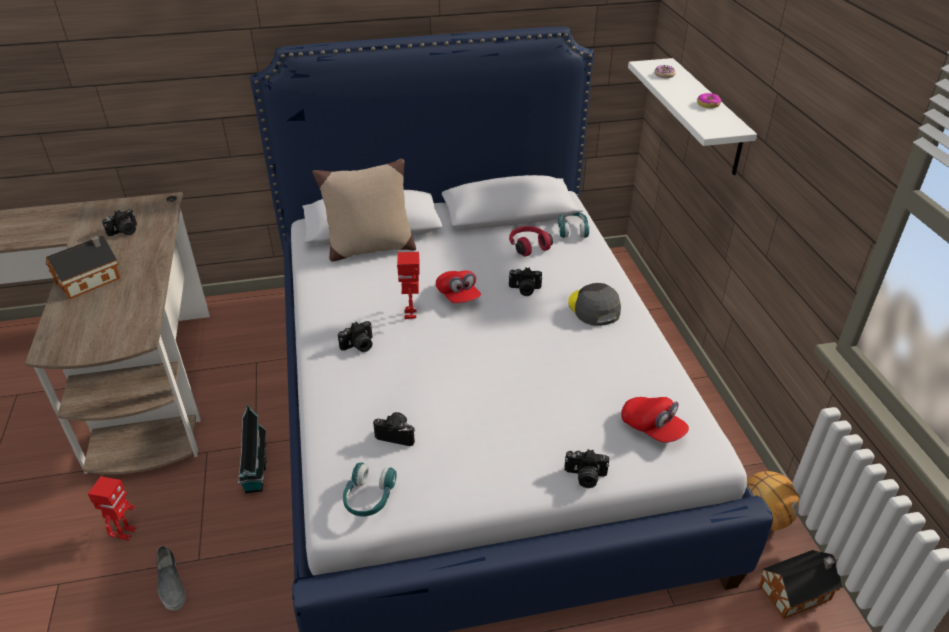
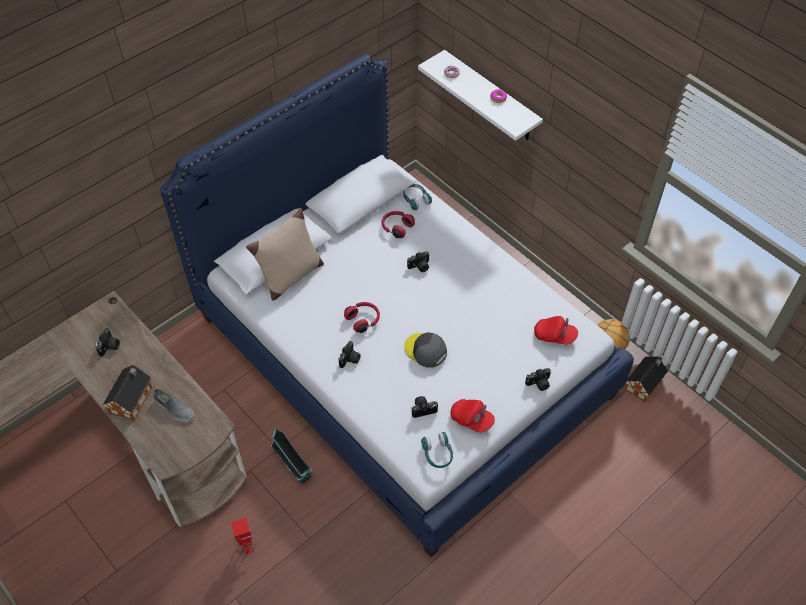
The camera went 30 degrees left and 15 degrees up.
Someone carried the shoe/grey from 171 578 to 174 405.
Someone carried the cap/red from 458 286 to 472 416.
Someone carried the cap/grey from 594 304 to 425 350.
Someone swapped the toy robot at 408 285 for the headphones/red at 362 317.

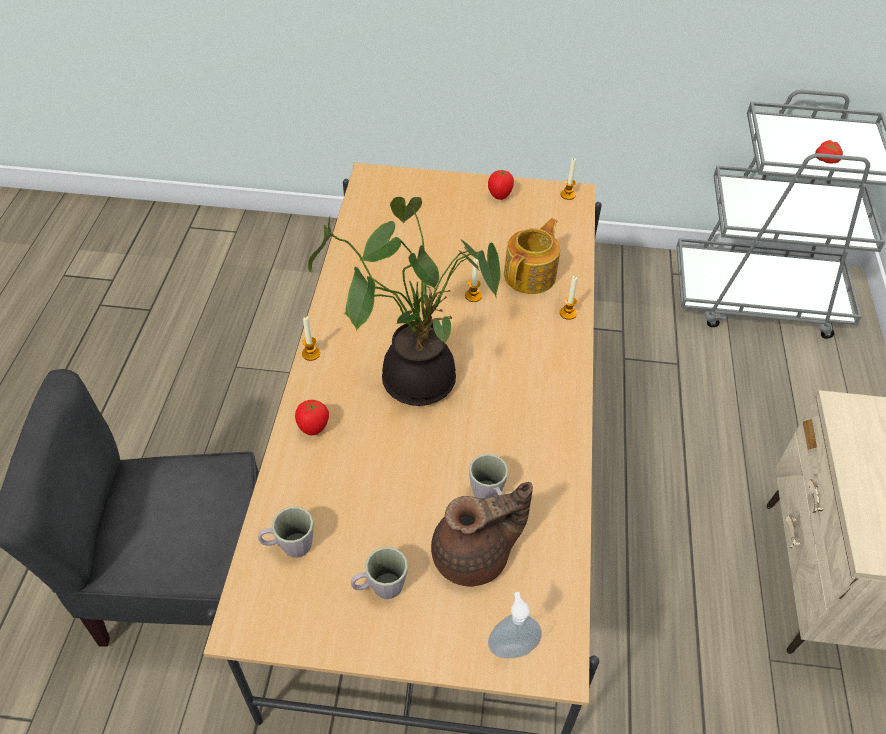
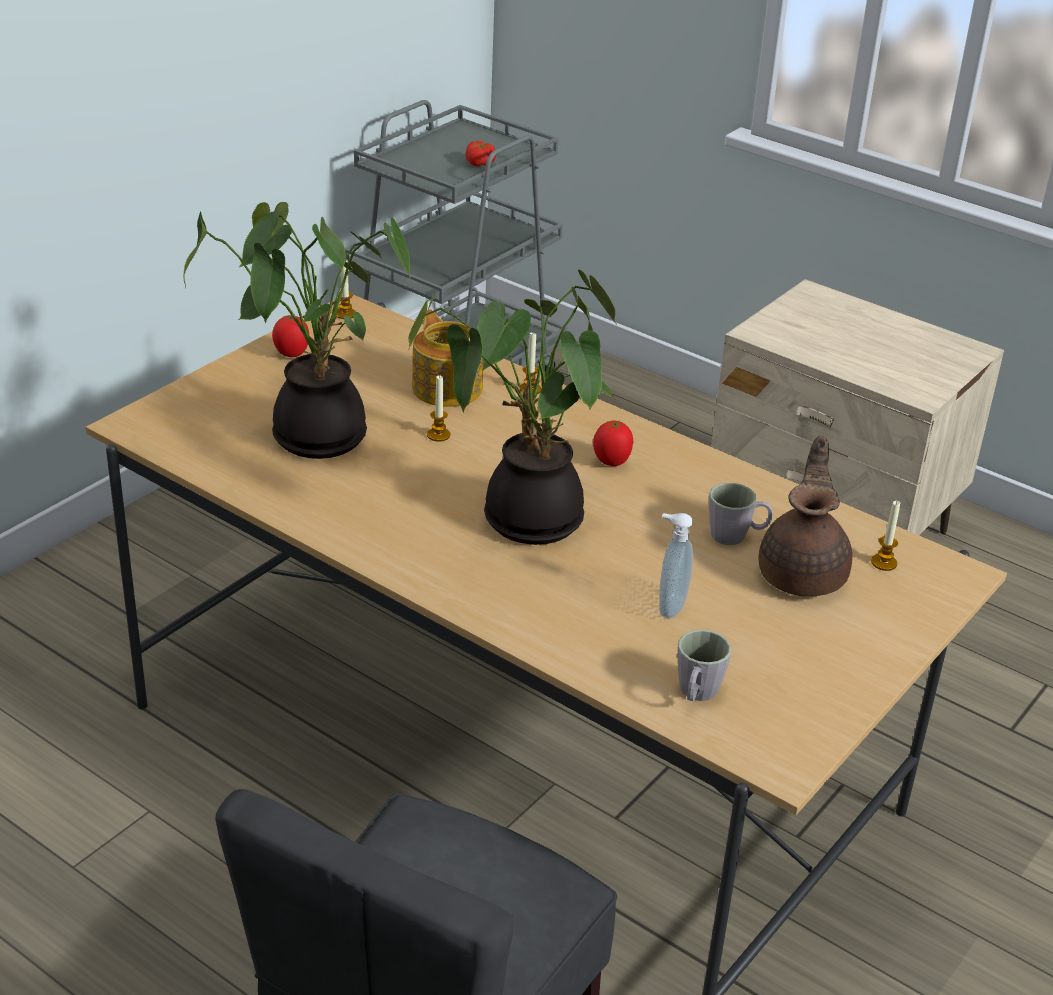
The camera went 60 degrees left and 15 degrees down.
Someone took away the mug/grey at 379 573.
Someone put down the potted plant at 297 330.
Someone carried the tomato from 312 417 to 613 443.
Someone carried the candle from 311 339 to 885 536.
Someone carried the soap dispenser from 515 625 to 676 566.

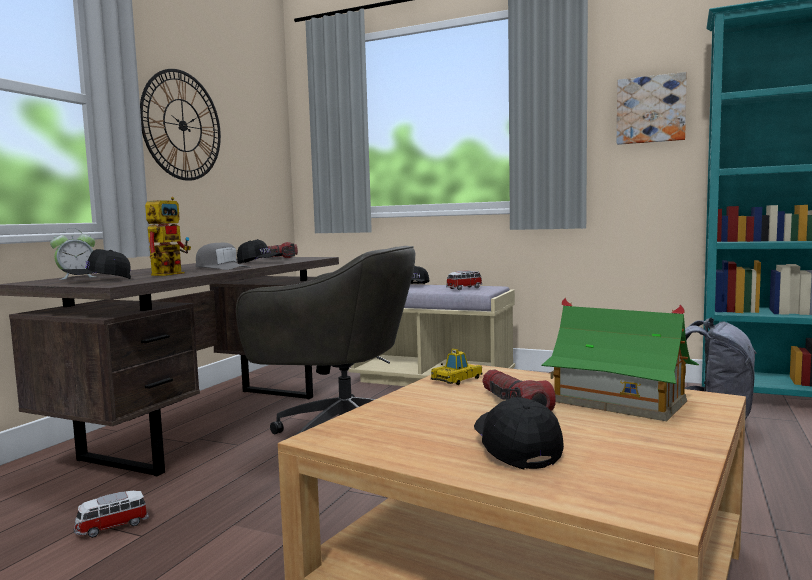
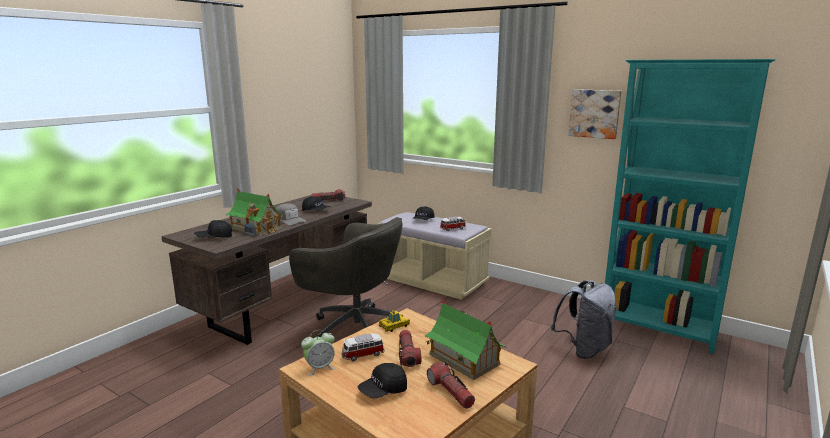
The camera went 10 degrees right and 10 degrees up.
Someone took away the wall clock at 180 125.
Someone put down the flashlight at 451 385.
Someone carried the alarm clock from 73 254 to 318 353.
Someone carried the toy car from 111 514 to 363 347.
Someone swapped the toy robot at 168 236 for the toy house at 254 212.
Someone rotated the cap/black at 519 433 by 120 degrees counterclockwise.

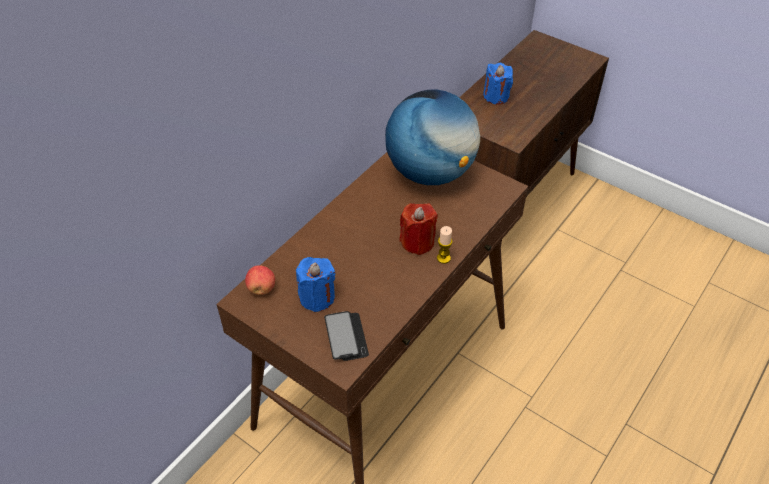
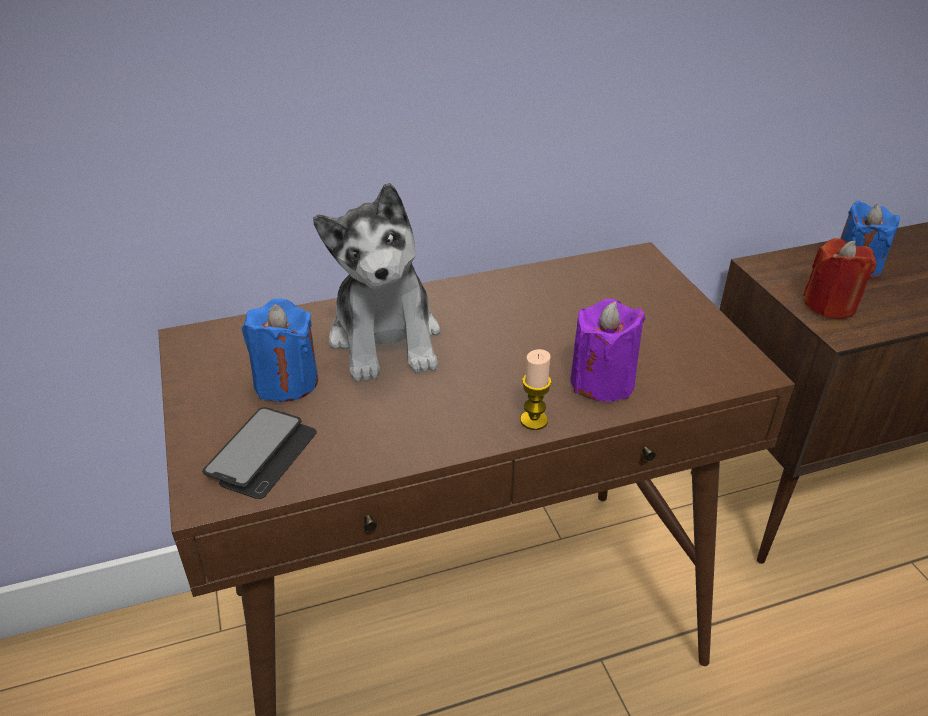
The camera went 35 degrees right and 10 degrees down.
Someone took away the apple at 260 280.
Someone took away the globe at 432 137.
Someone put down the plush toy at 377 282.
Someone put down the candle/purple at 608 350.
Someone carried the candle/red from 419 229 to 840 278.

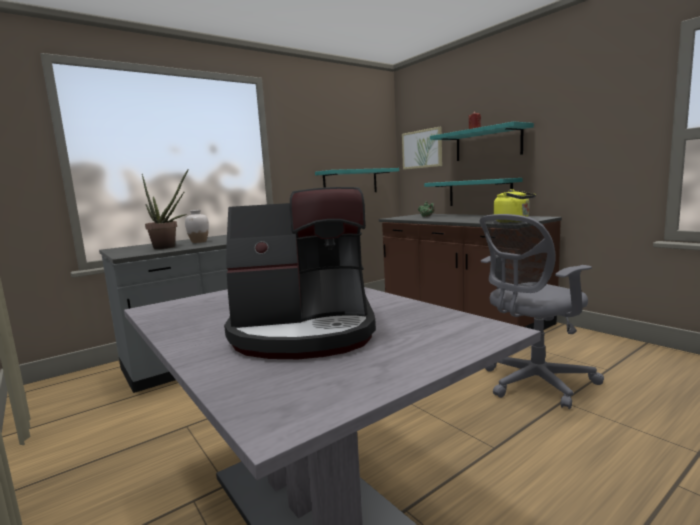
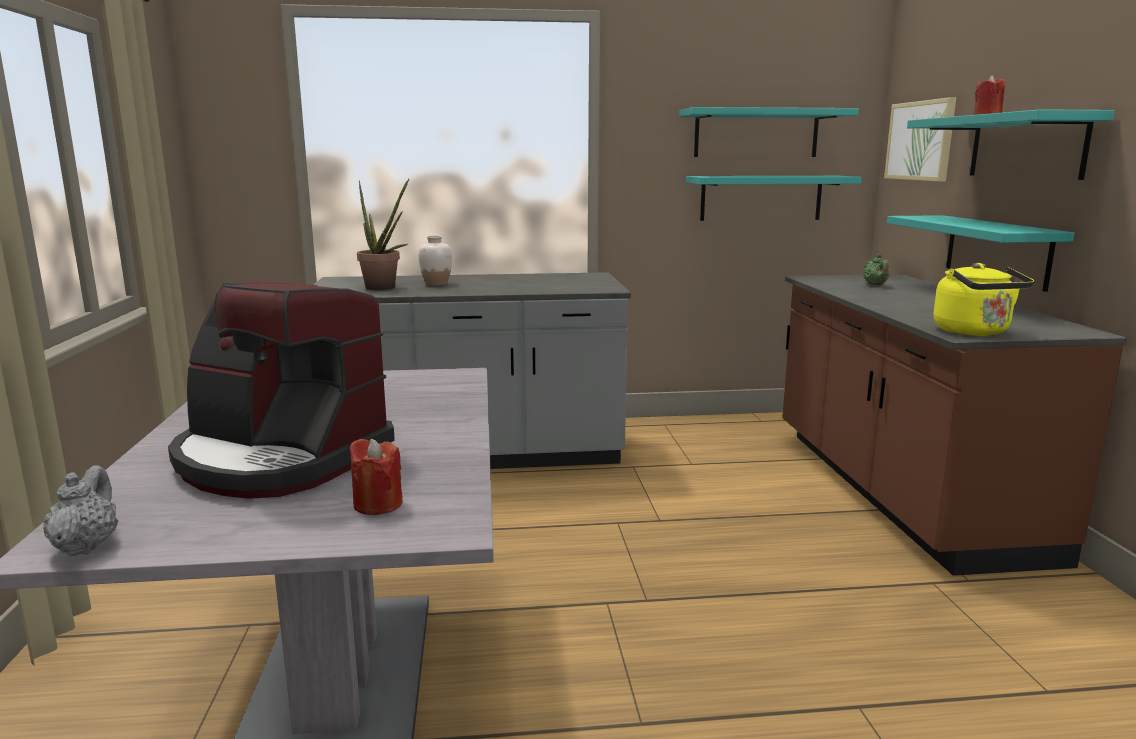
The camera went 30 degrees right and 5 degrees up.
Someone took away the office chair/grey at 542 311.
Someone put down the teapot/grey at 80 510.
Someone put down the candle/red at 375 477.
Someone put up the shelf/turquoise at 769 132.

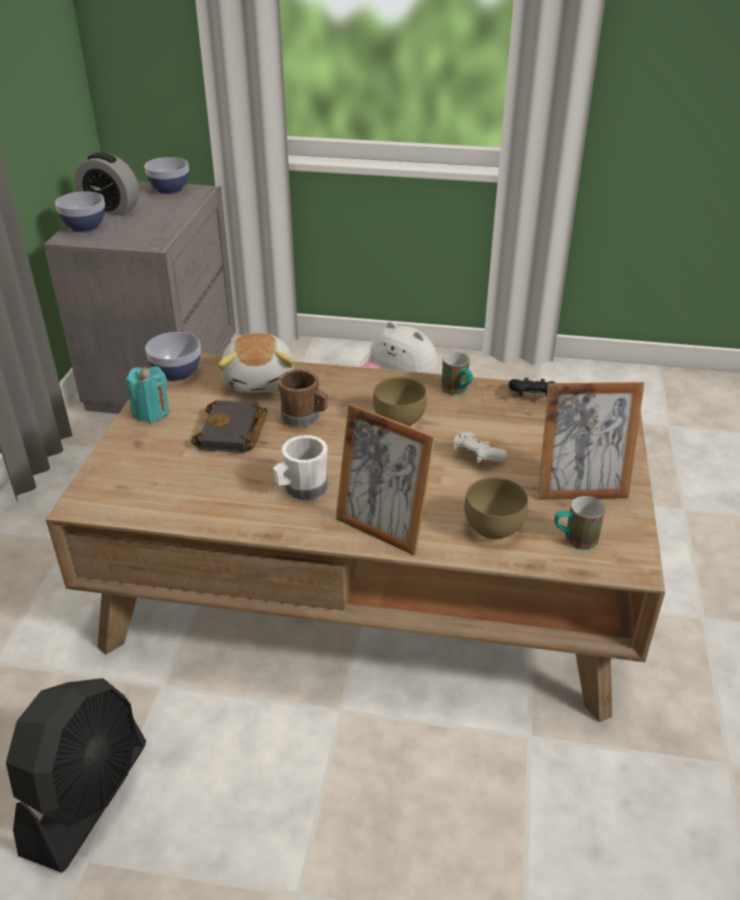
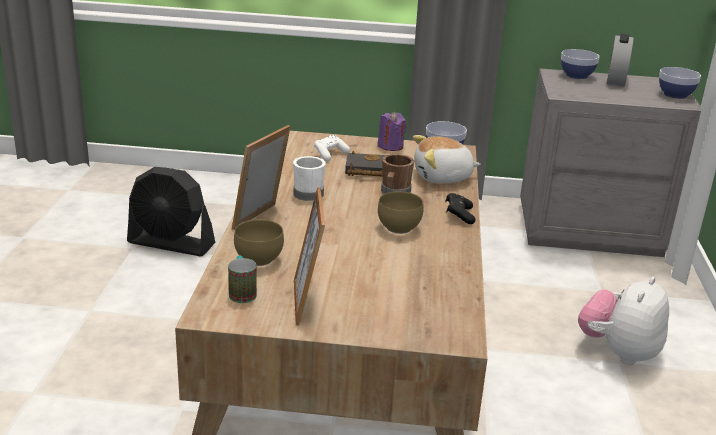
The camera went 85 degrees right and 10 degrees down.
Someone took away the mug at 457 373.
Someone carried the game controller/white from 481 447 to 332 148.
Someone carried the game controller/black from 532 387 to 460 208.
Someone repainted the candle/turquoise at 147 394, which became the candle/purple at 392 131.

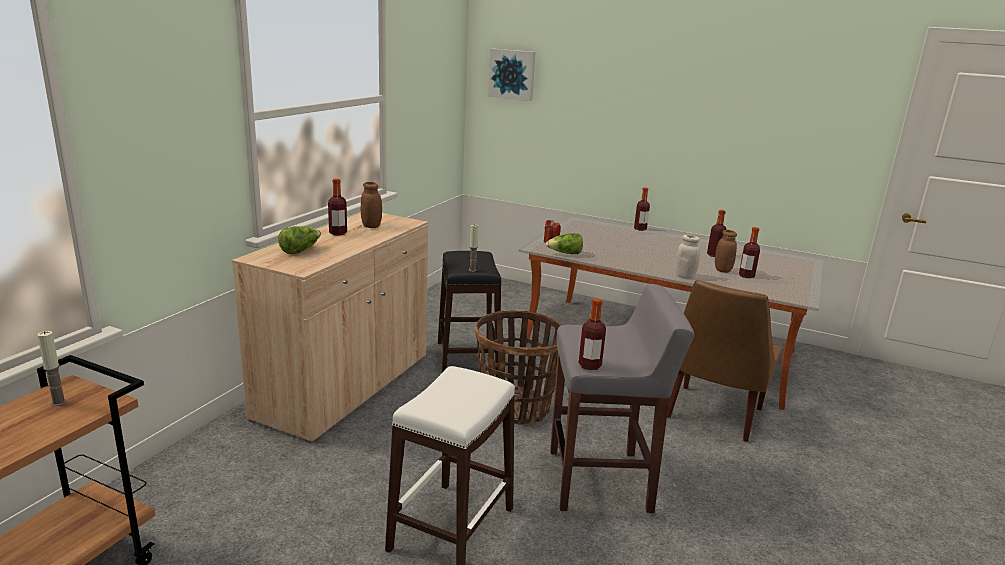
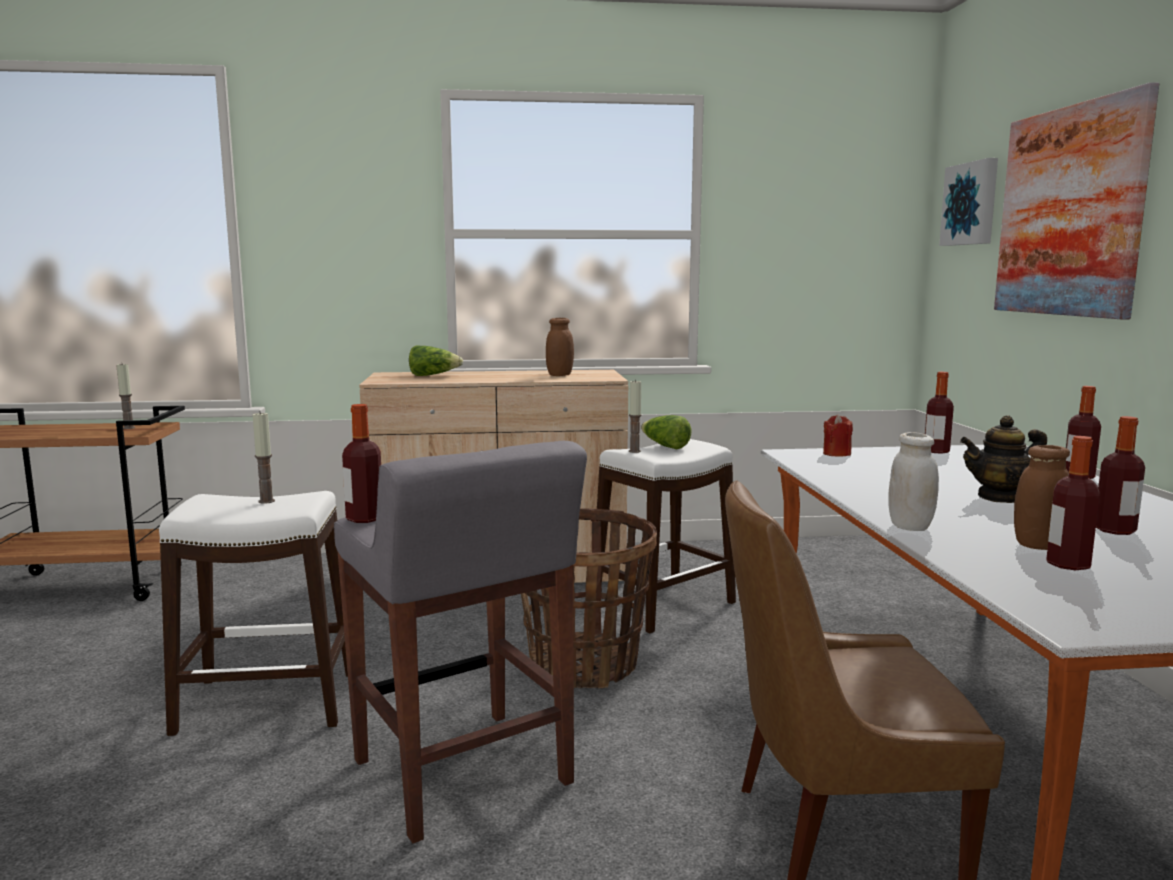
The camera went 60 degrees right and 10 degrees down.
Someone put down the candle at 264 457.
Someone put down the teapot at 1003 459.
Someone put up the picture at 1076 200.
Someone carried the bottle from 337 207 to 939 413.
Someone carried the lettuce from 564 243 to 666 432.
Someone repainted the stool/black at 469 314, which became the stool/white at 666 536.

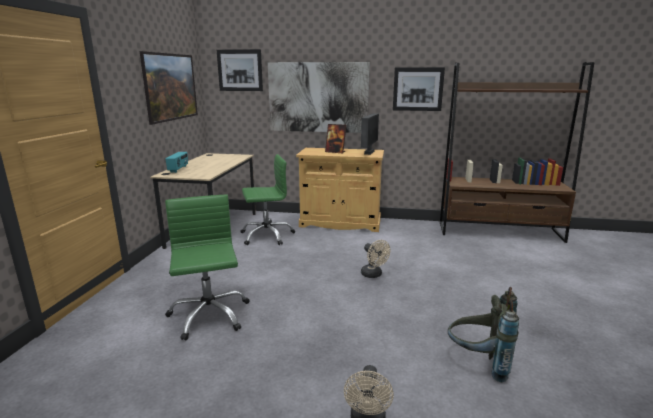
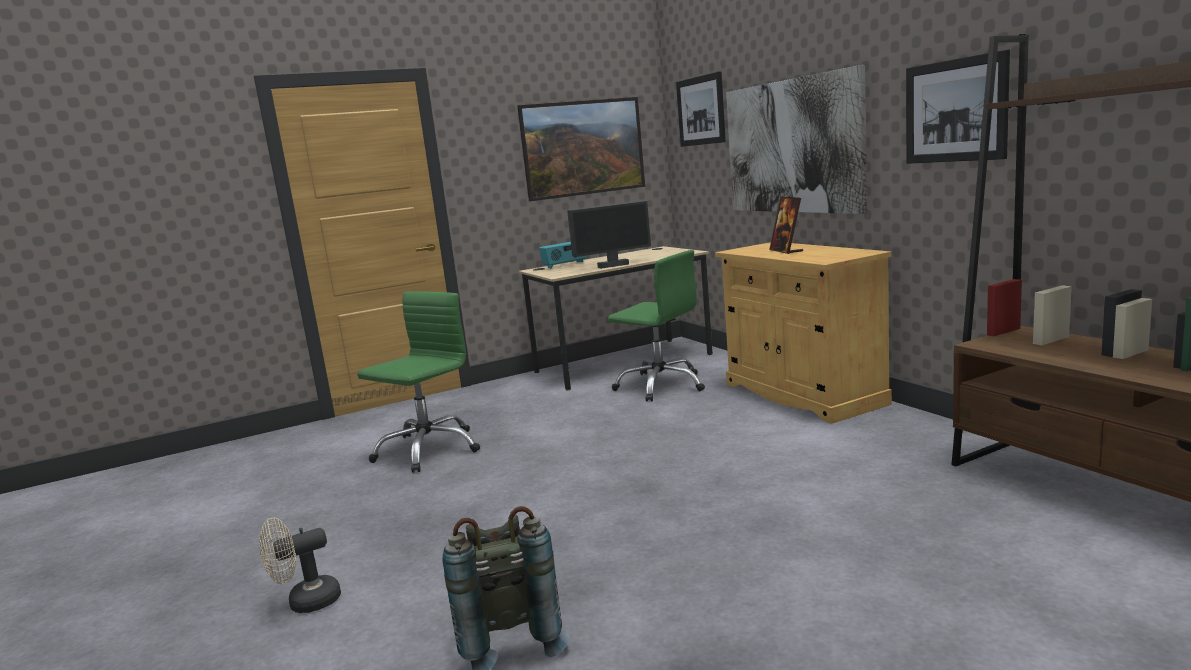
The camera went 55 degrees right and 5 degrees down.
Someone took away the fan/beige at 375 259.
Someone carried the monitor from 370 134 to 609 235.

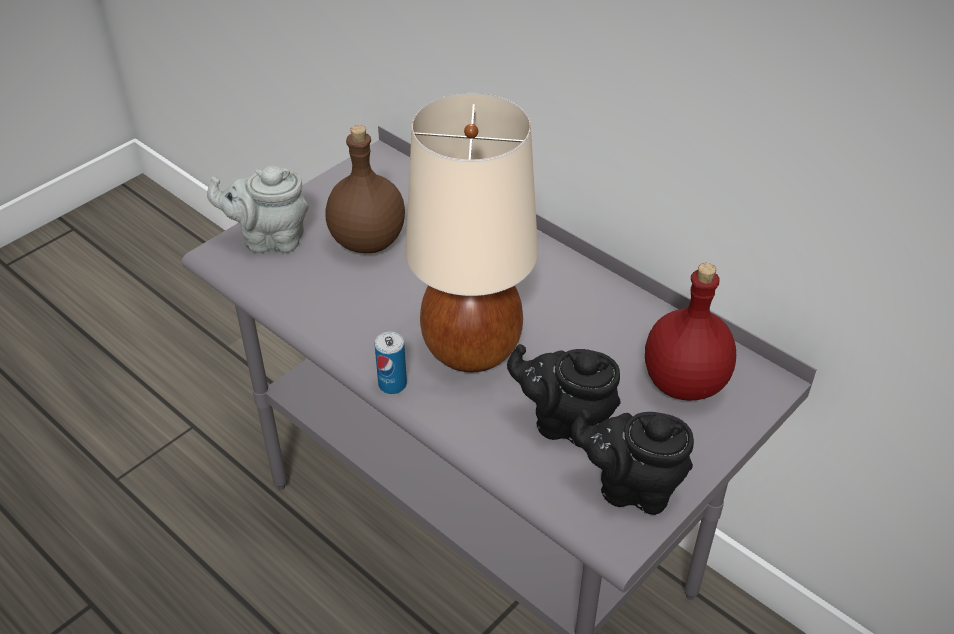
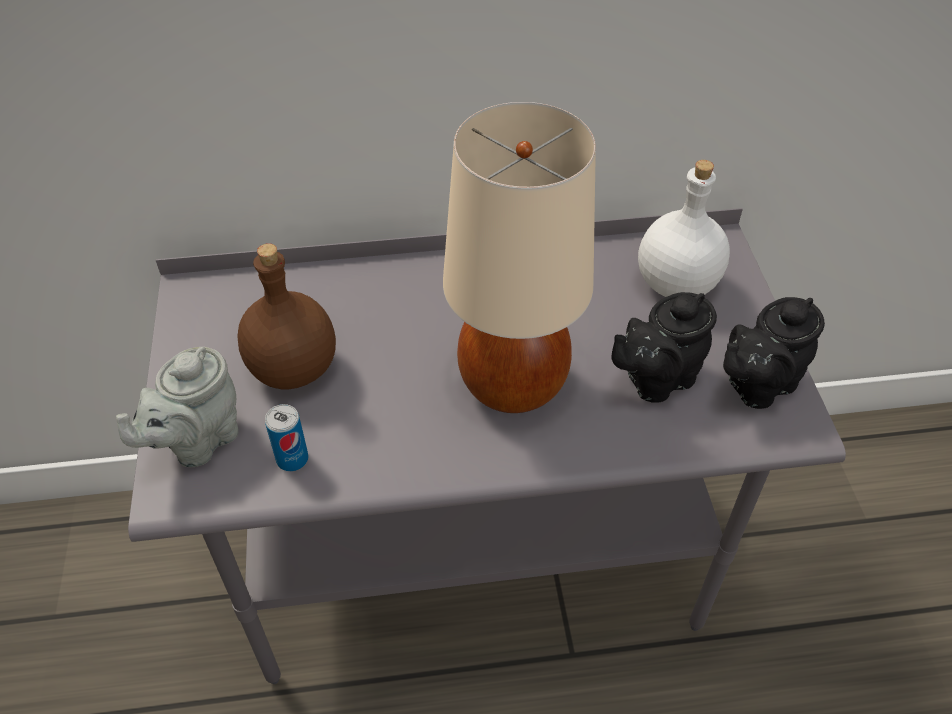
The camera went 50 degrees left and 5 degrees up.
Someone carried the can from 391 363 to 286 437.
Someone repainted the bottle/red at 690 332, which became the bottle/white at 684 228.

